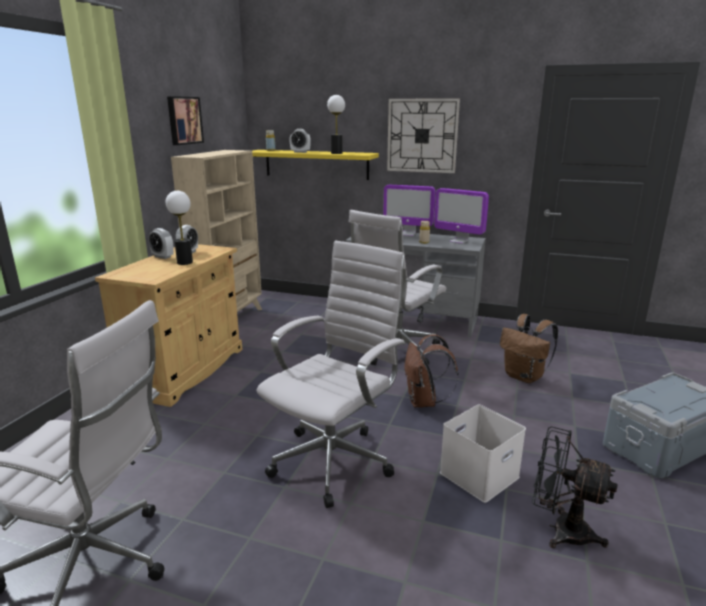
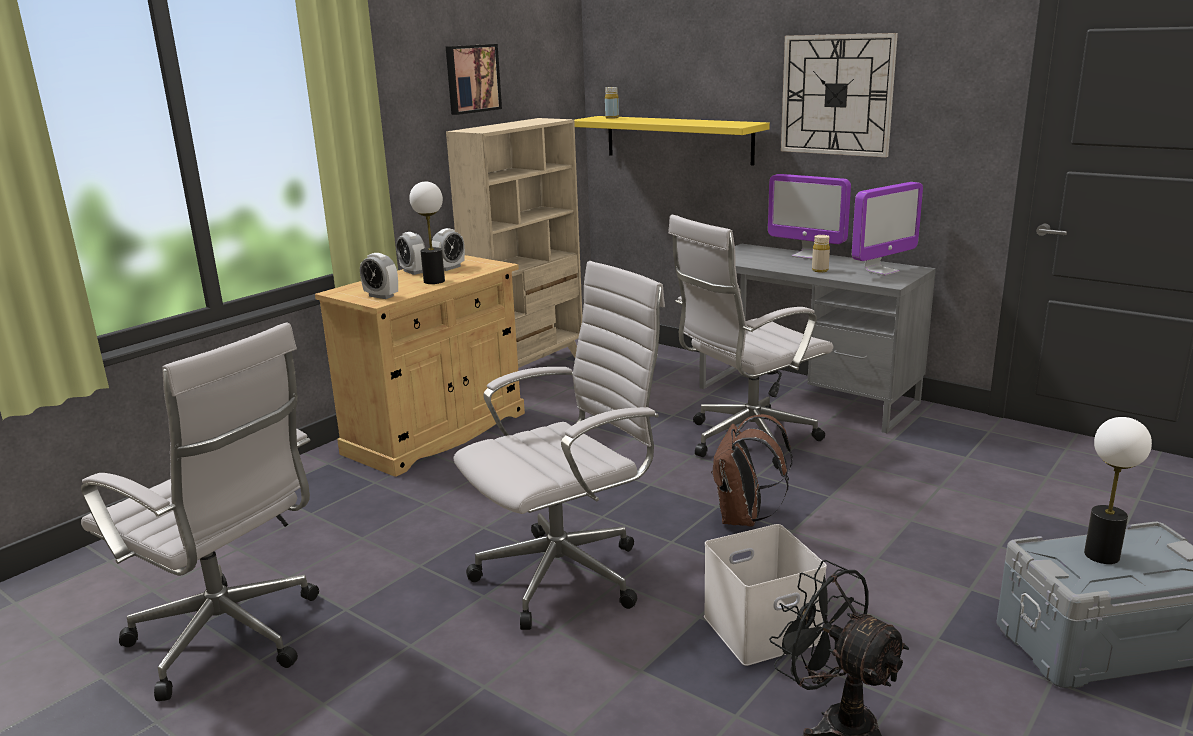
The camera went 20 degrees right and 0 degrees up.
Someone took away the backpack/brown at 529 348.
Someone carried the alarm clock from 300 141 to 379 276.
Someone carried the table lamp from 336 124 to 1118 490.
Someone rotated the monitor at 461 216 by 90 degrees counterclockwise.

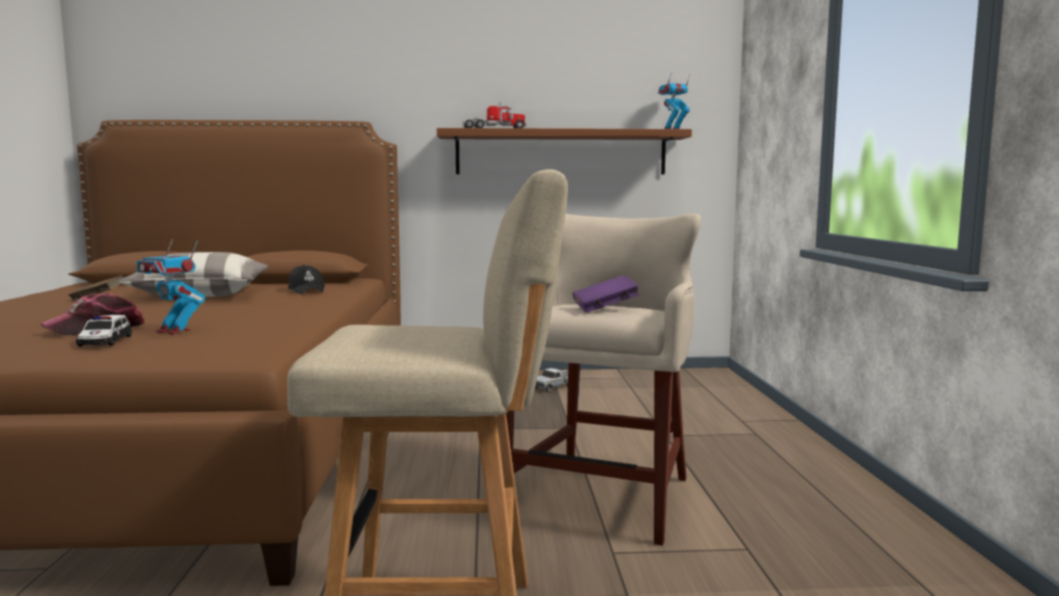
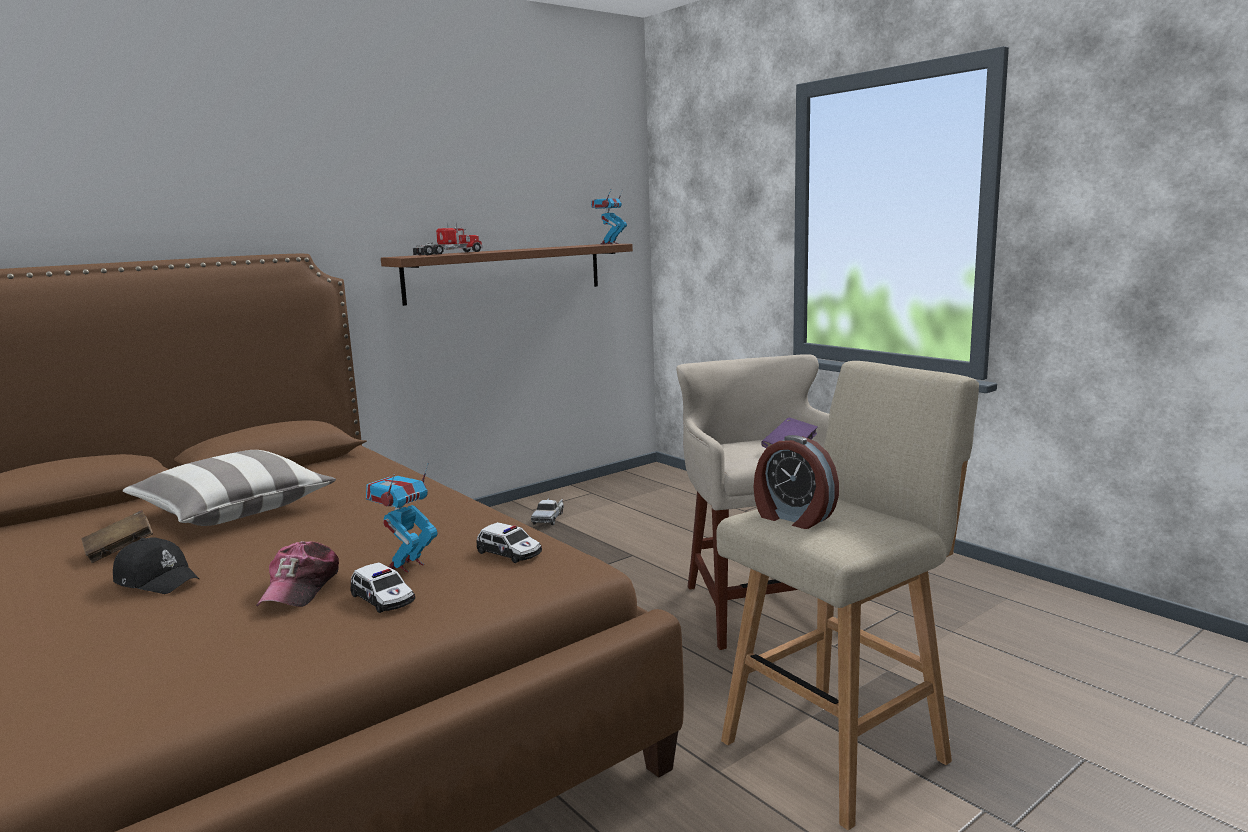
The camera went 35 degrees left and 5 degrees up.
Someone put down the toy car at 509 542.
Someone put down the alarm clock at 796 482.
Someone carried the cap/black from 306 279 to 156 565.
Someone rotated the toy robot at 171 287 by 135 degrees clockwise.

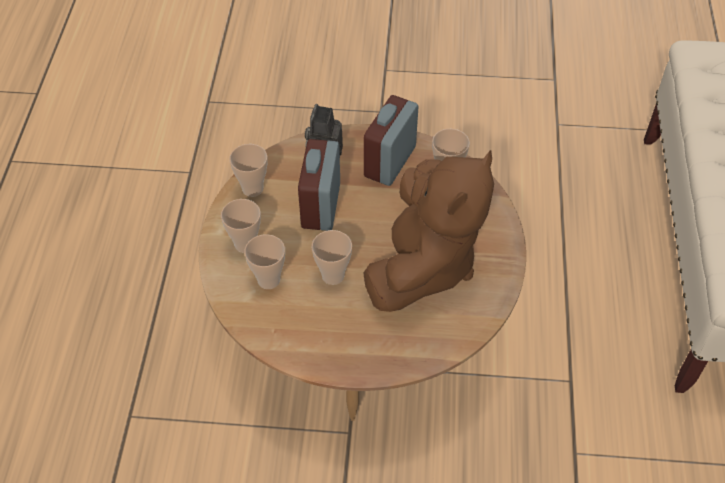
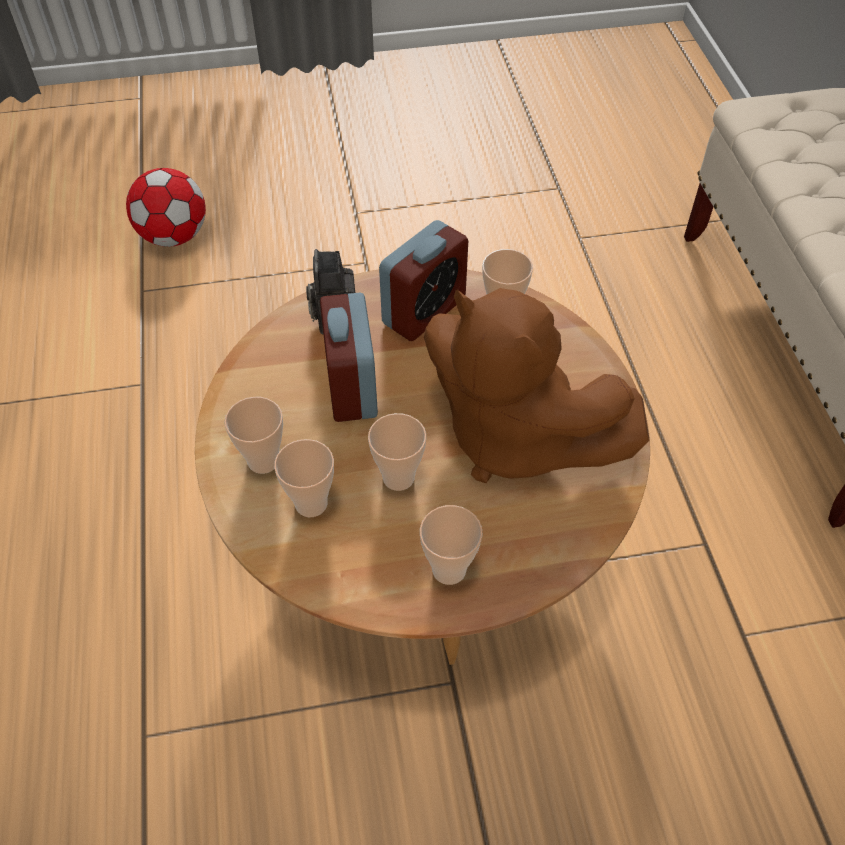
The camera went 15 degrees left and 0 degrees up.
Someone put down the football at 166 207.
Someone carried the cup from 248 170 to 451 545.
Someone rotated the plush toy/brown at 428 231 by 120 degrees clockwise.
Someone rotated the alarm clock at 391 140 by 150 degrees counterclockwise.

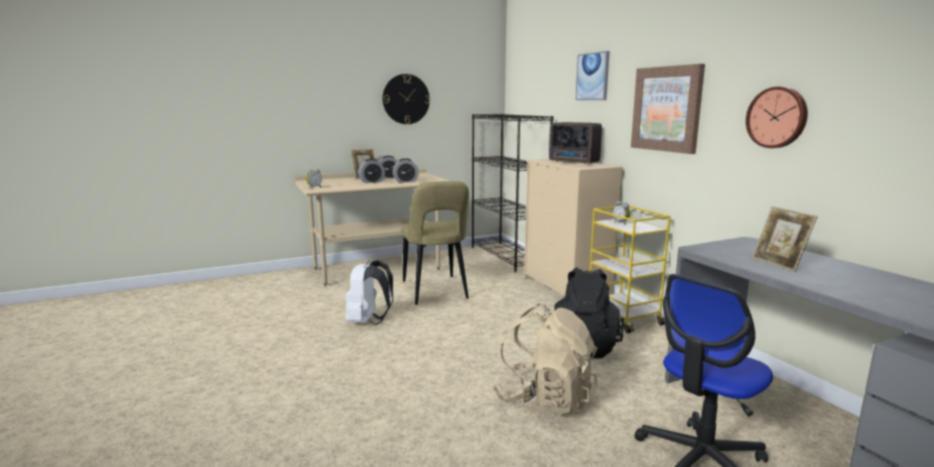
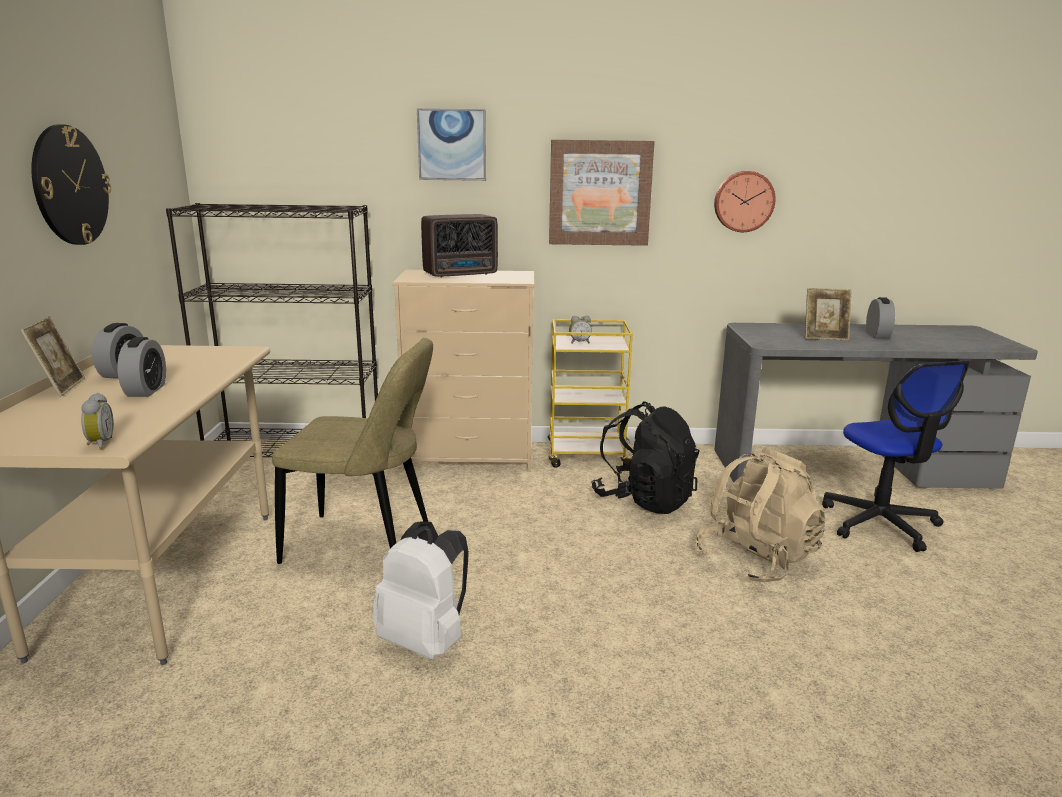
The camera went 65 degrees left and 5 degrees up.
Someone carried the alarm clock from 406 170 to 880 318.

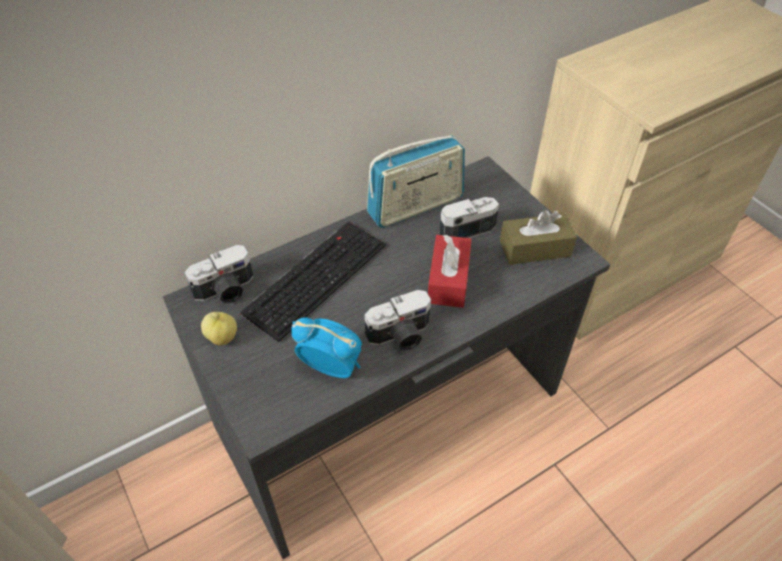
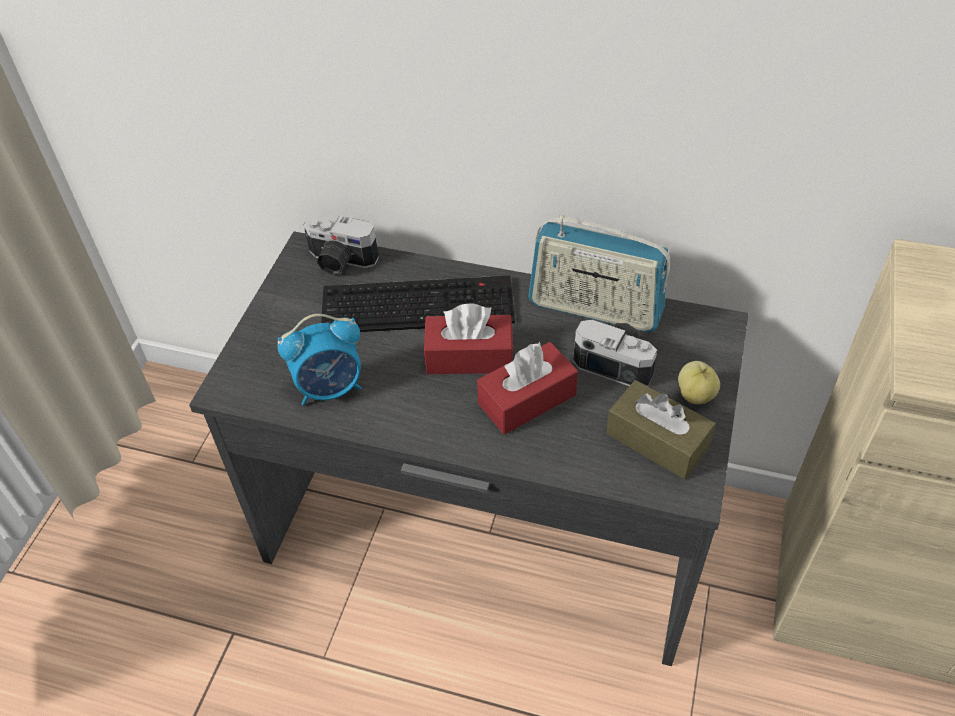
The camera went 50 degrees right and 0 degrees up.
Someone took away the photo camera at 397 320.
Someone put down the tissue box/red at 468 338.
Someone carried the apple from 219 328 to 699 382.
Someone rotated the alarm clock at 326 347 by 90 degrees clockwise.

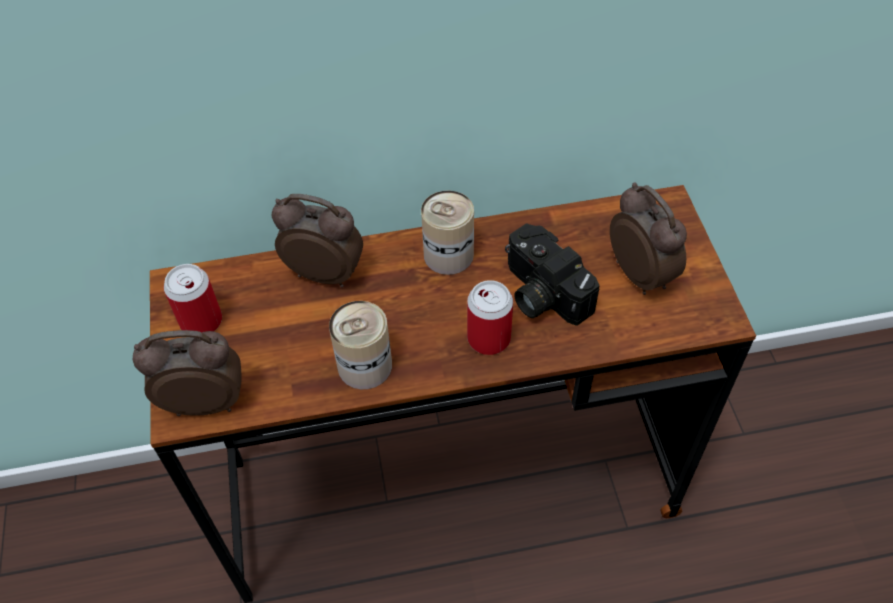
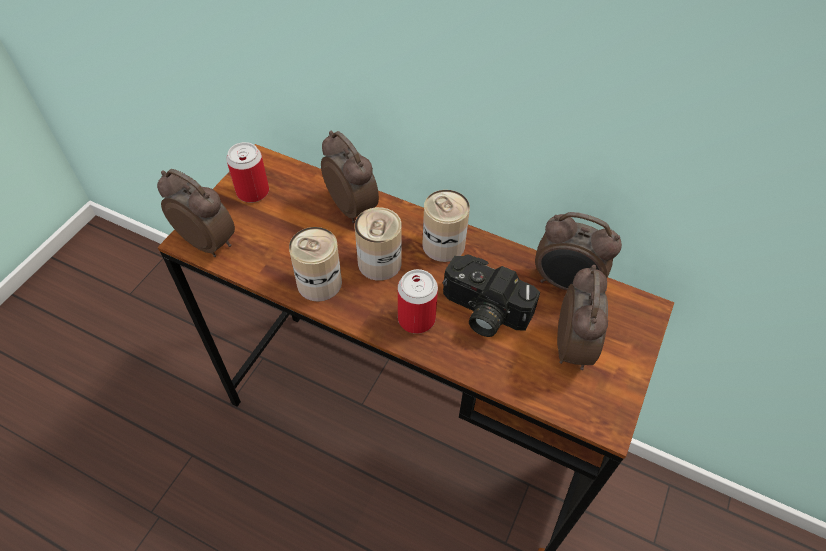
The camera went 35 degrees right and 0 degrees up.
Someone put down the can at 378 244.
Someone put down the alarm clock at 578 251.
Someone rotated the photo camera at 552 274 by 60 degrees counterclockwise.

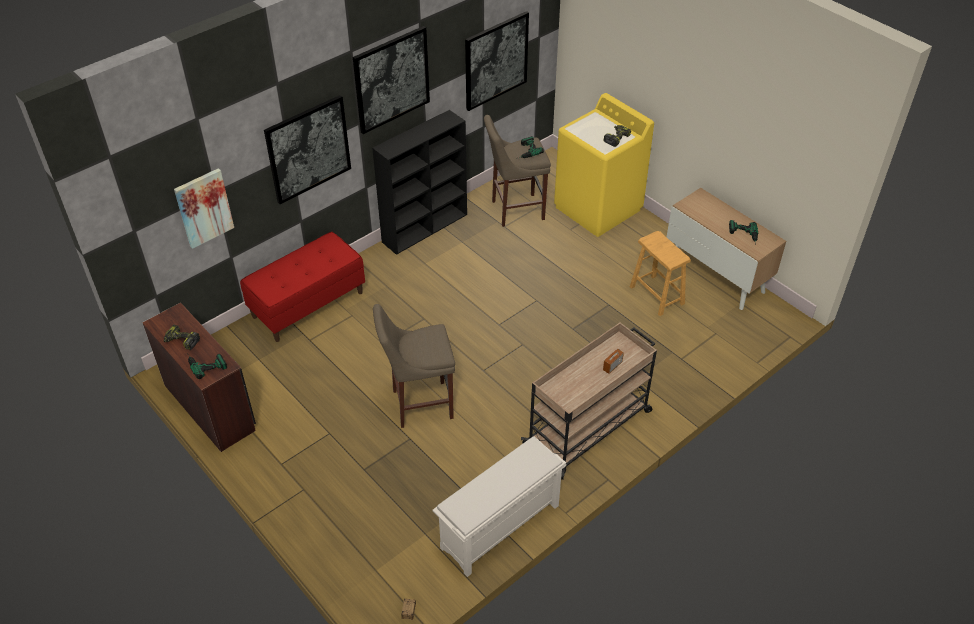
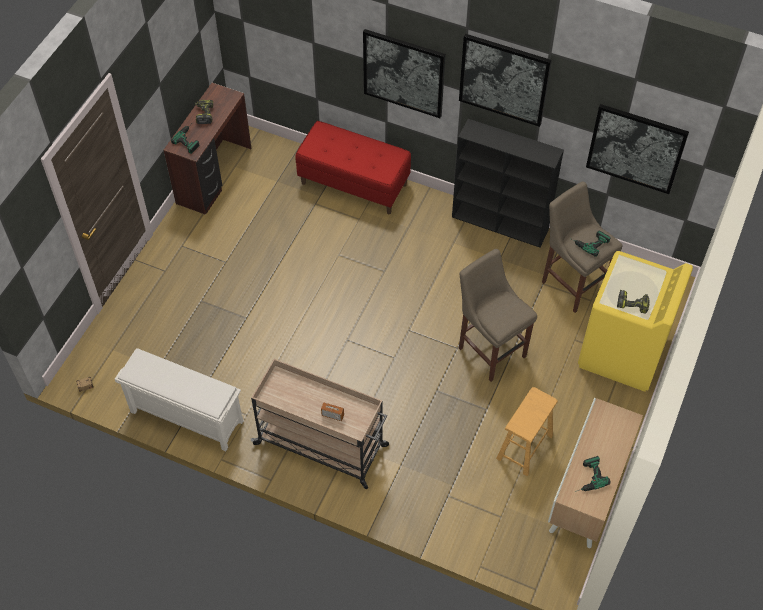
The camera went 65 degrees right and 10 degrees up.
Someone took away the picture at 204 208.
Someone carried the stool/beige from 414 366 to 498 315.

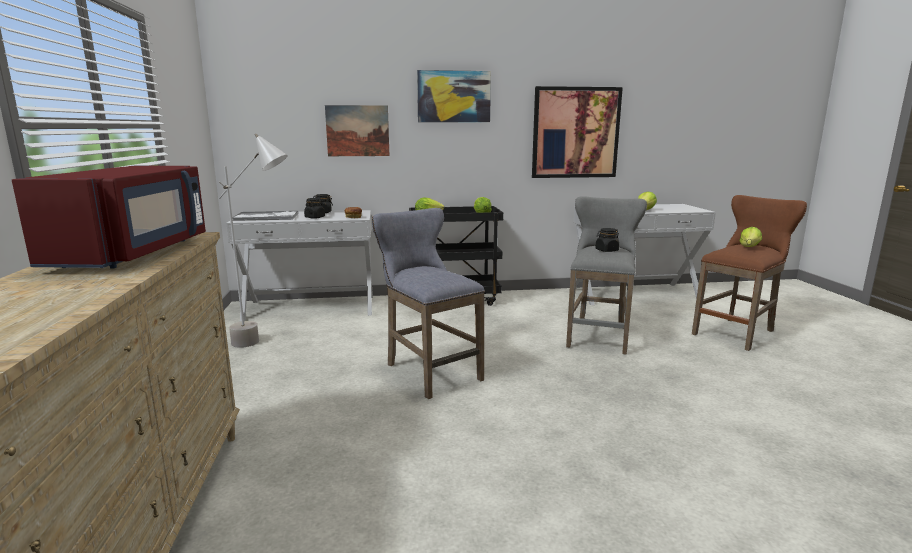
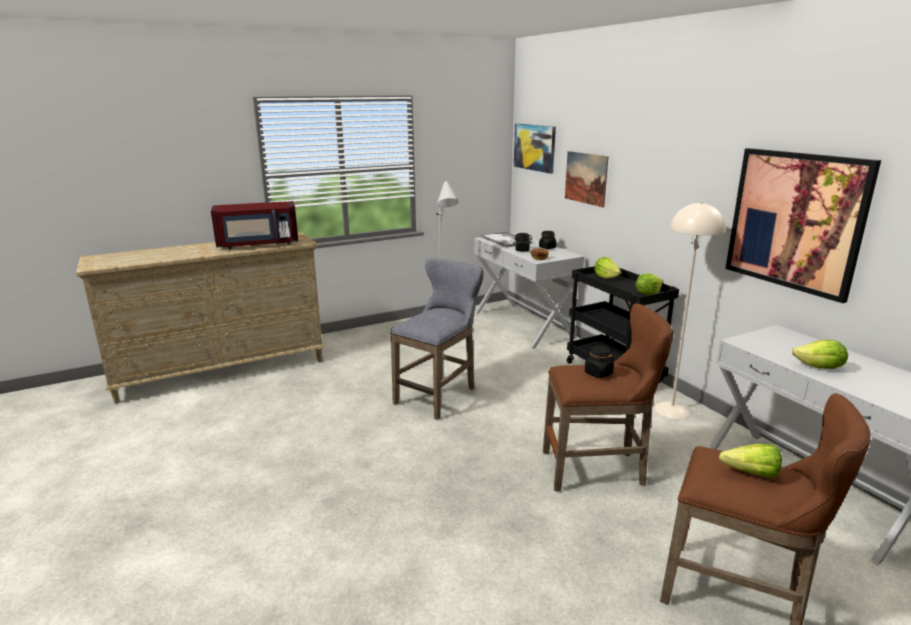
The camera went 70 degrees right and 5 degrees up.
Someone put down the floor lamp/beige at 690 310.
Someone carried the picture from 454 96 to 535 149.
Someone repainted the stool/grey at 606 275, which became the stool/brown at 608 397.

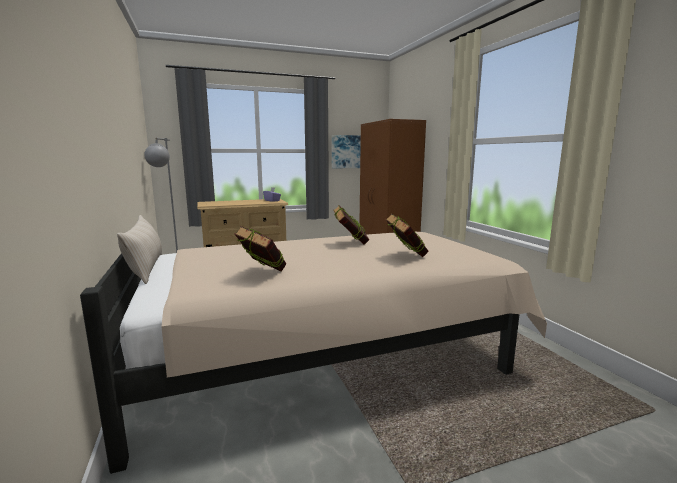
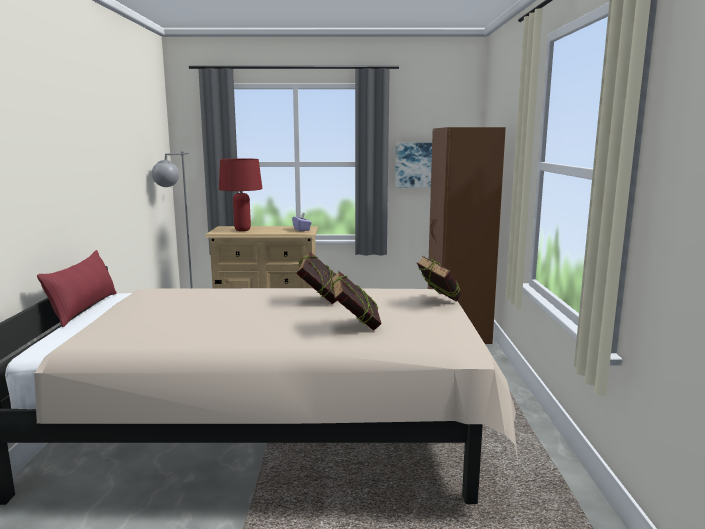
The camera went 20 degrees right and 0 degrees up.
Someone put down the table lamp/red at 241 195.
Someone carried the book from 260 248 to 439 279.
Someone repainted the pillow/beige at 139 249, which became the pillow/red at 77 288.

